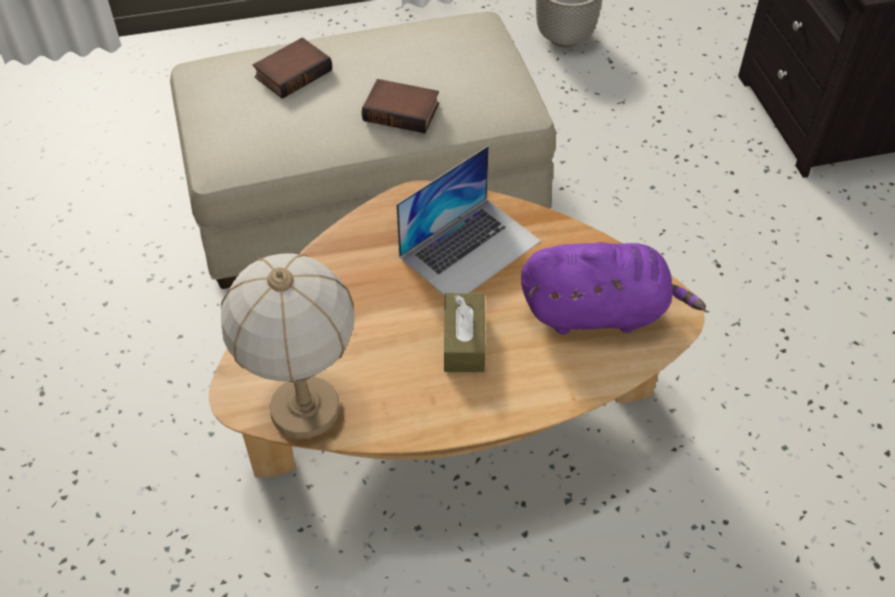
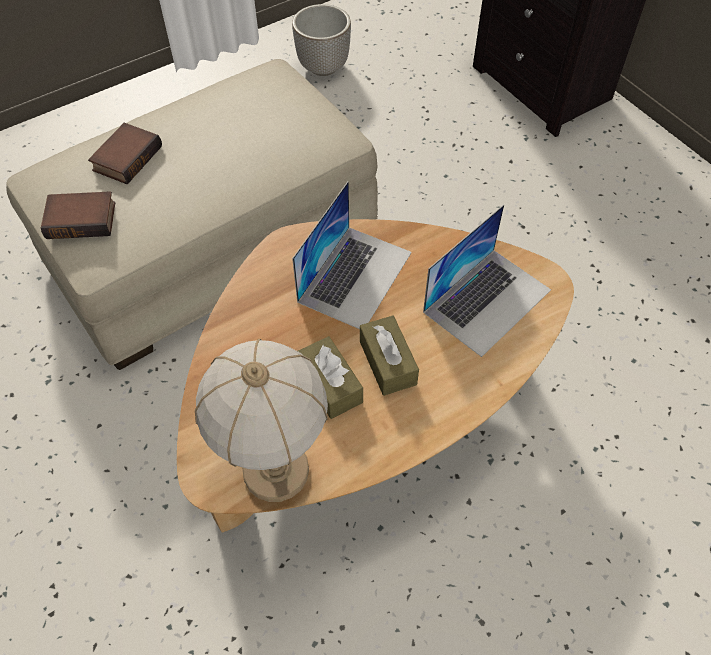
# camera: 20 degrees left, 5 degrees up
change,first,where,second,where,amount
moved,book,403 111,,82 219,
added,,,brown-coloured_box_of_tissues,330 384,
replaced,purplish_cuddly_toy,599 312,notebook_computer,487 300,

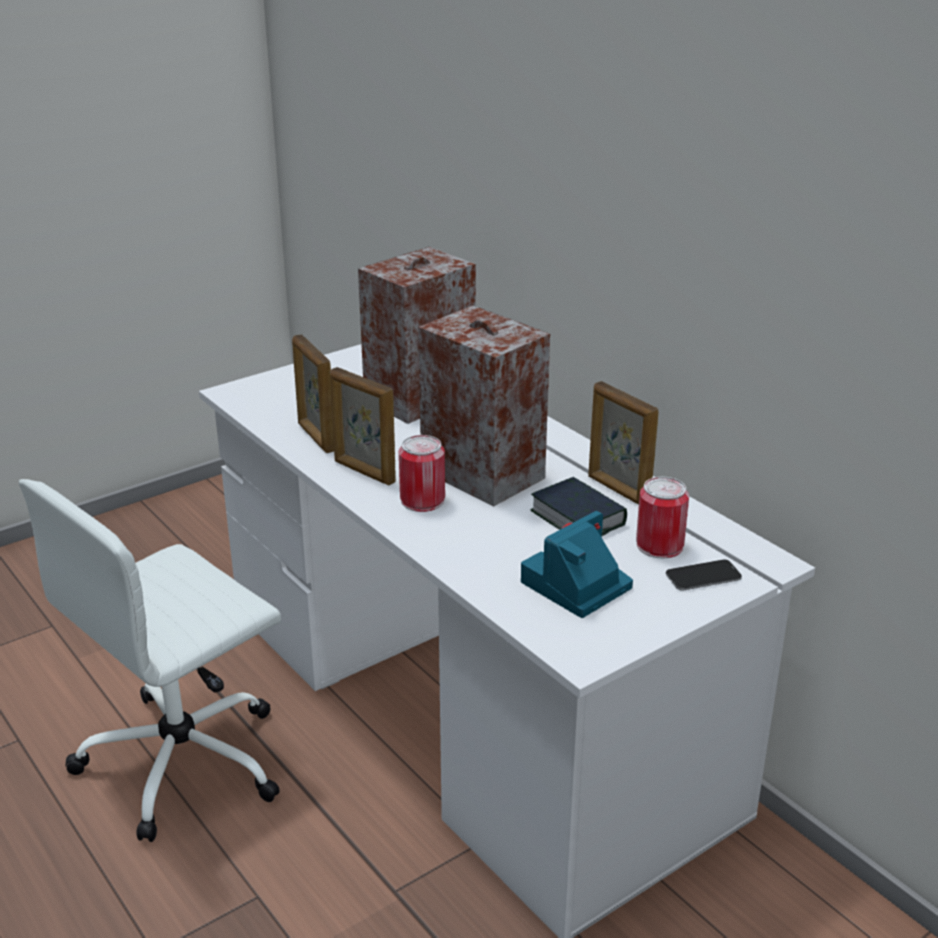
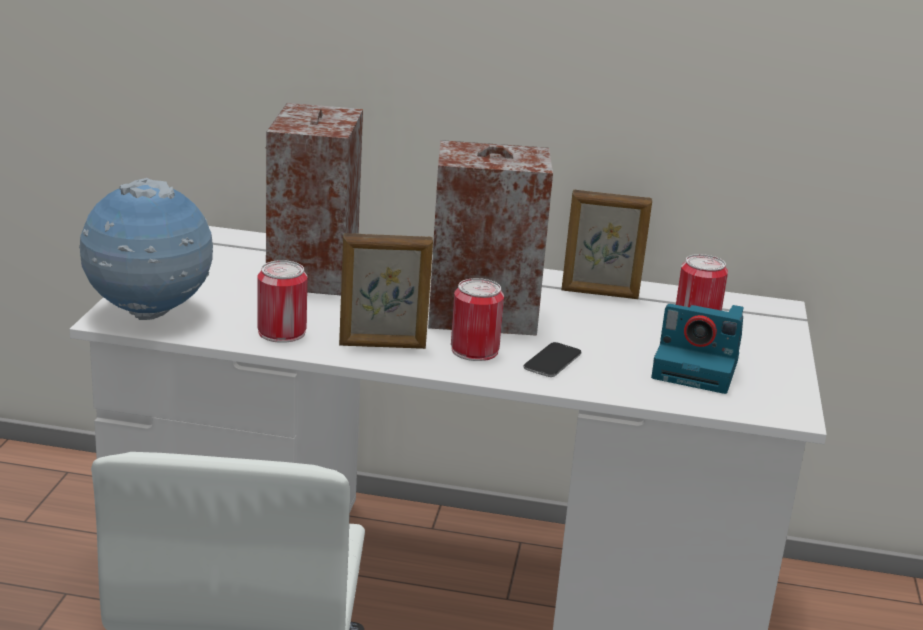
# camera: 45 degrees left, 5 degrees down
change,first,where,second,where,amount
added,,,world_globe,149 314,
replaced,standing_frame,316 437,sealed_can,281 332,
moved,handset,703 577,,552 361,
turned,still_camera,575 586,,698 369,75 degrees counterclockwise
removed,book,577 518,,,

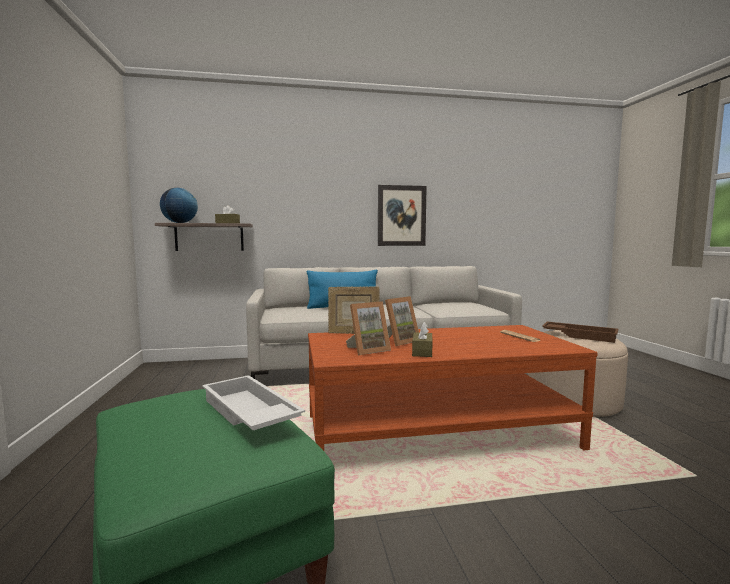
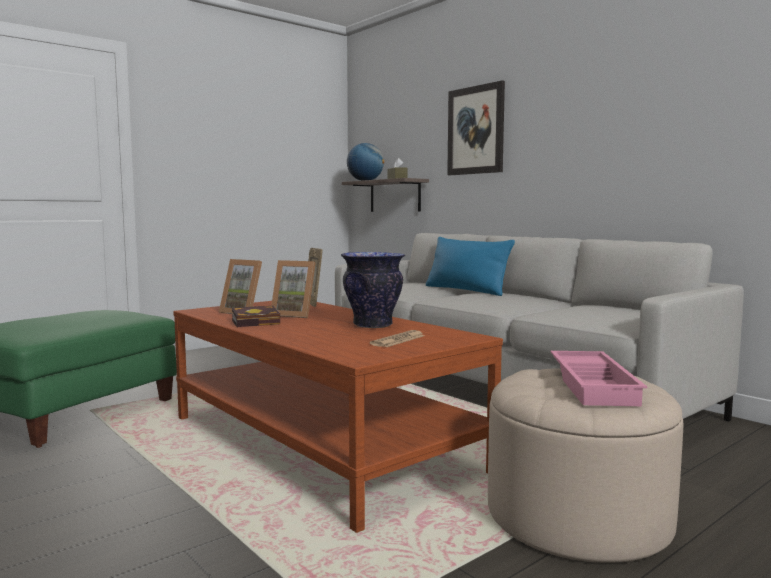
# camera: 60 degrees right, 0 degrees up
change,first,where,second,where,amount
replaced,brown-coloured_box_of_tissues,422 351,book,258 322,
added,,,decorative_vase,373 325,
moved,wall_picture,401 216,,476 130,
recoloured,brown-coloured_serving_tray,579 335,pinkish_serving_tray,595 385,
removed,white-coloured_serving_tray,247 413,,,

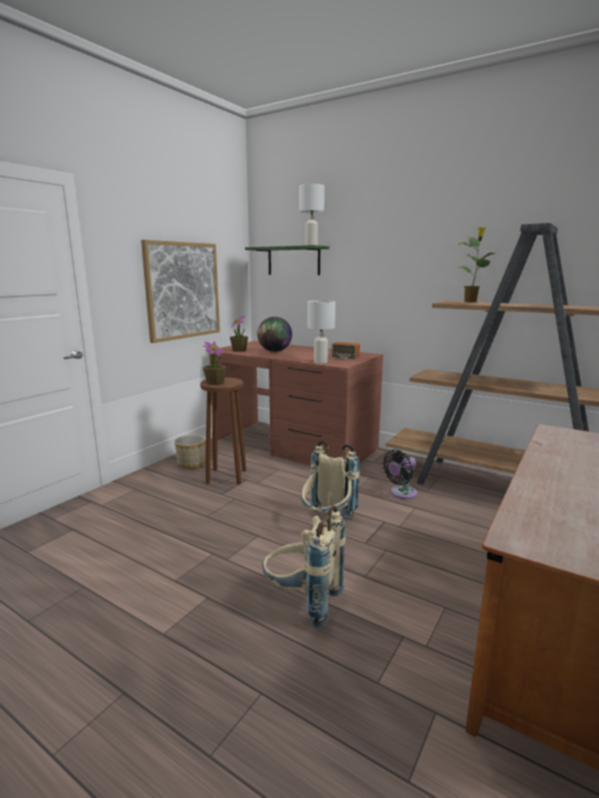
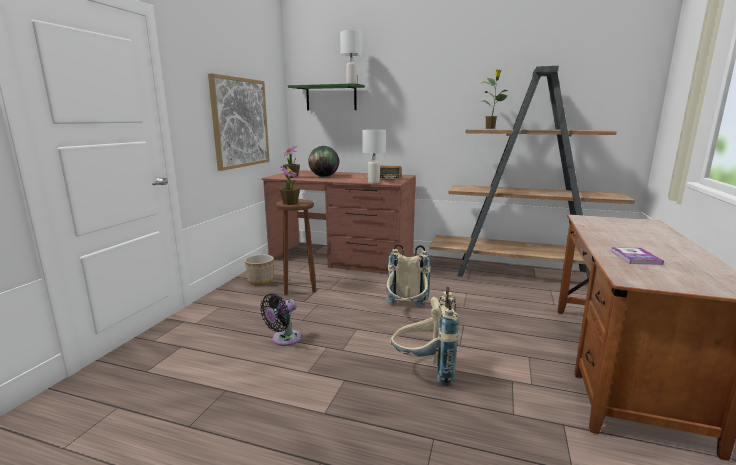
# camera: 15 degrees left, 0 degrees up
change,first,where,second,where,amount
moved,black_cooling_fan,401 493,,284 339,
added,,,book,635 257,

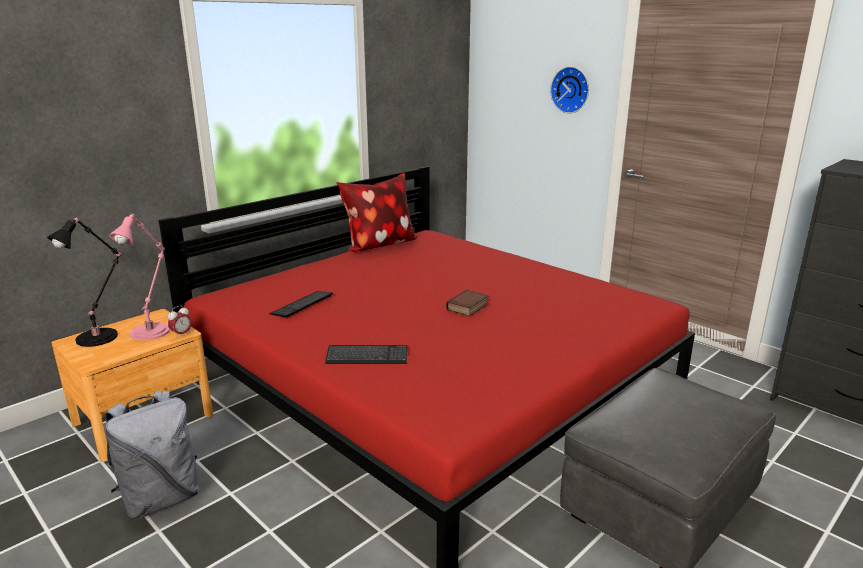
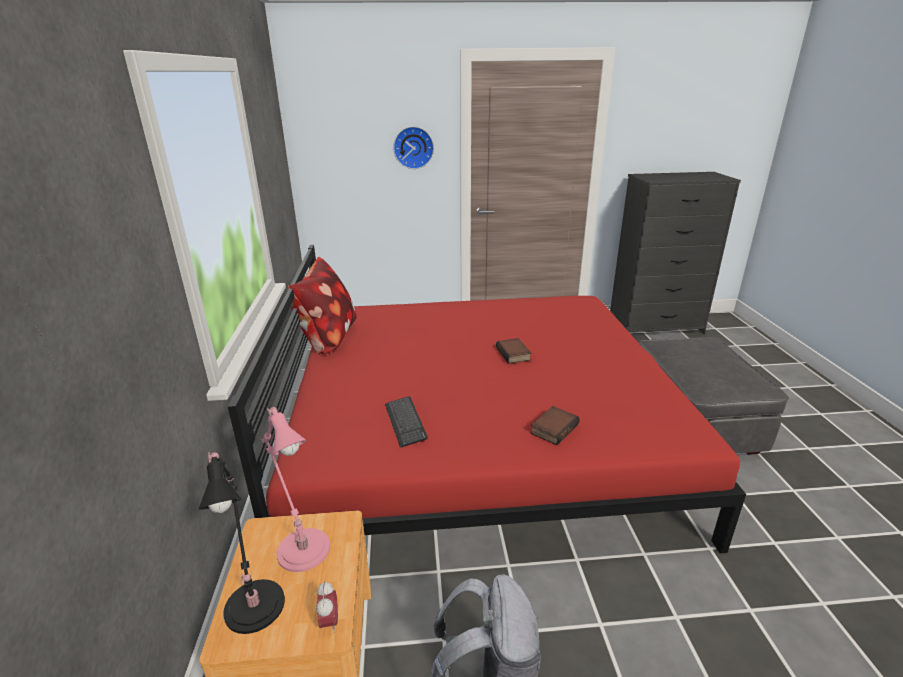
# camera: 50 degrees left, 5 degrees up
change,first,where,second,where,amount
moved,alarm_clock,181 334,,329 622,
replaced,computer_keyboard,367 356,book,553 428,

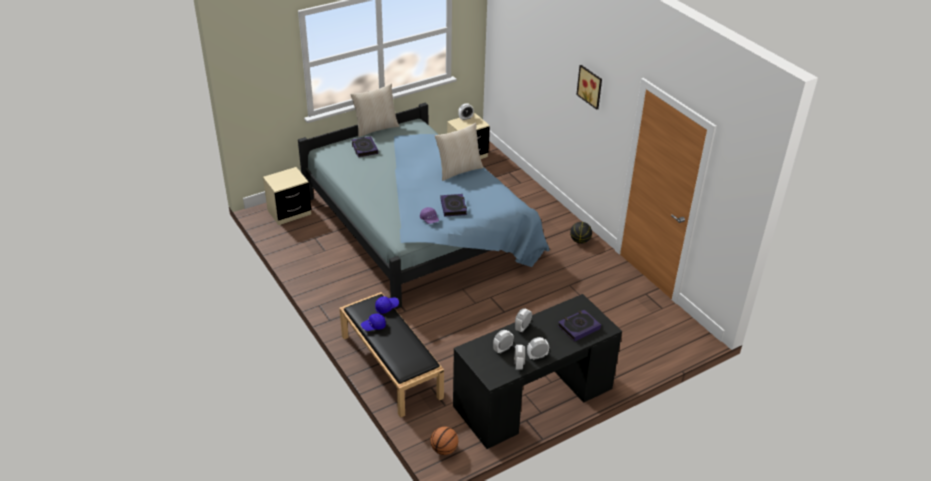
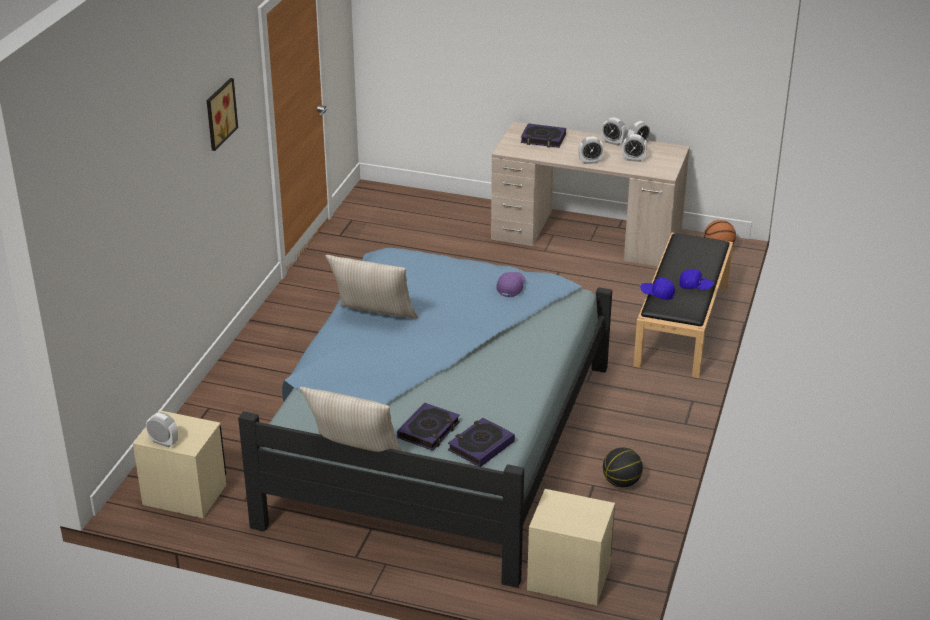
# camera: 130 degrees left, 5 degrees down
change,first,where,second,where,amount
moved,book,453 207,,481 446,
recoloured,black_desk_unit,532 397,beige-coloured_desk_unit,587 235,
moved,basketball_ball,580 241,,621 482,

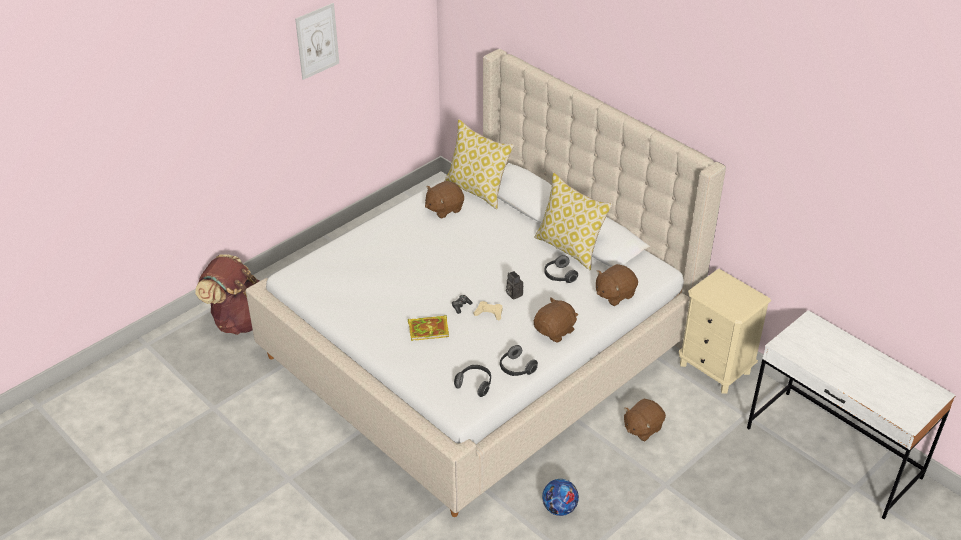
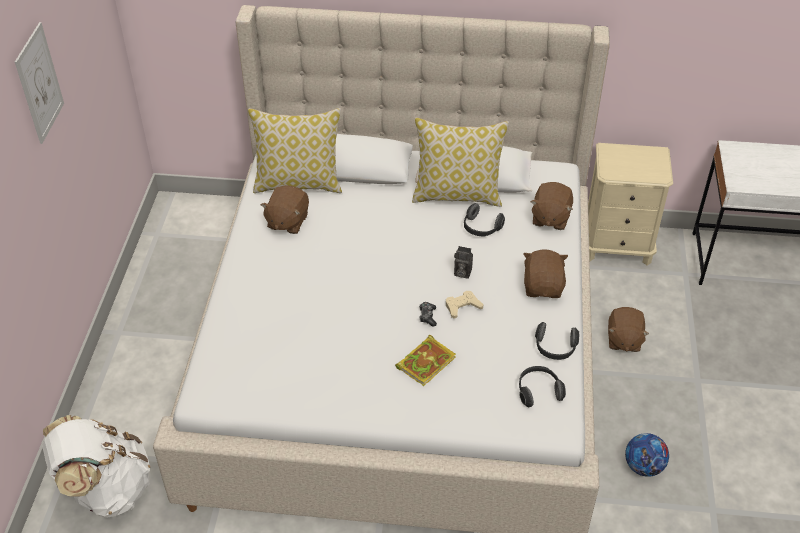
# camera: 40 degrees left, 5 degrees up
change,first,where,second,where,amount
recoloured,brown-coloured_knapsack,240 320,white-coloured_knapsack,107 489,

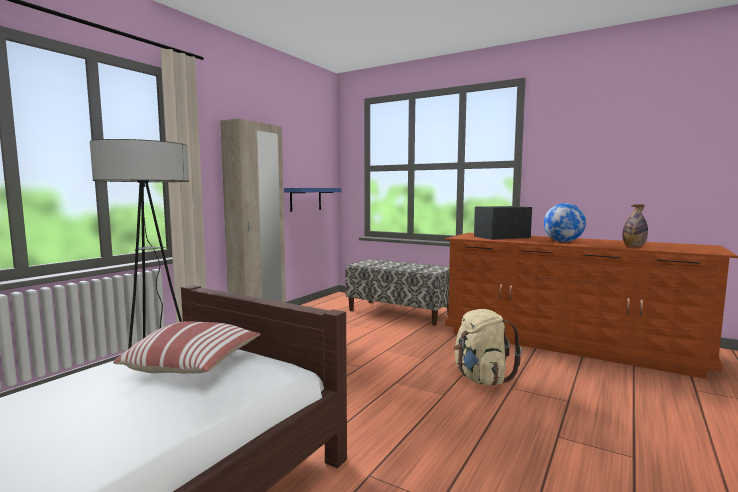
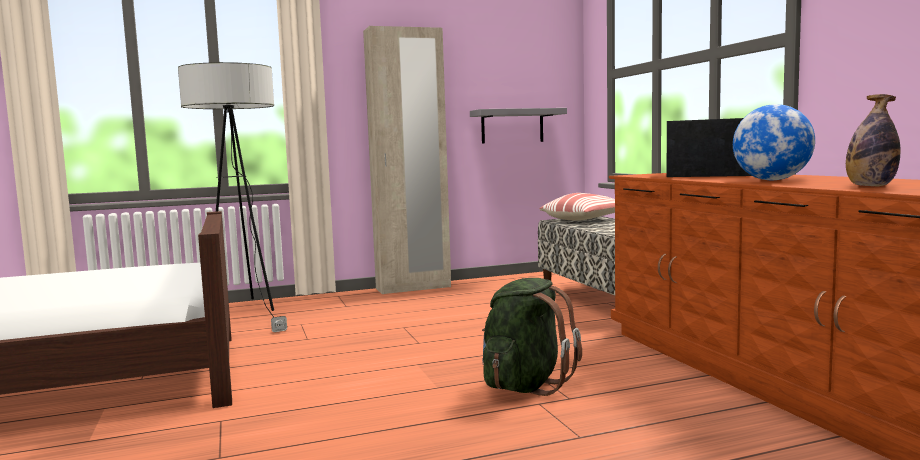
# camera: 40 degrees right, 0 degrees up
change,first,where,second,where,amount
recoloured,blue-coloured_wall_shelf,305 199,greyish_wall_shelf,512 126,
recoloured,beige-coloured_knapsack,481 378,greenish_knapsack,525 385,
moved,pillow,194 365,,585 220,

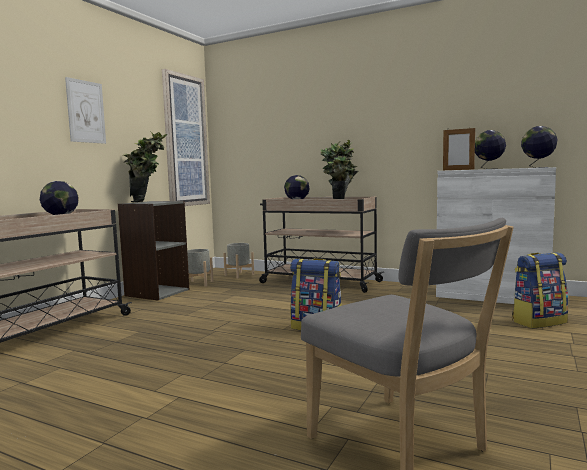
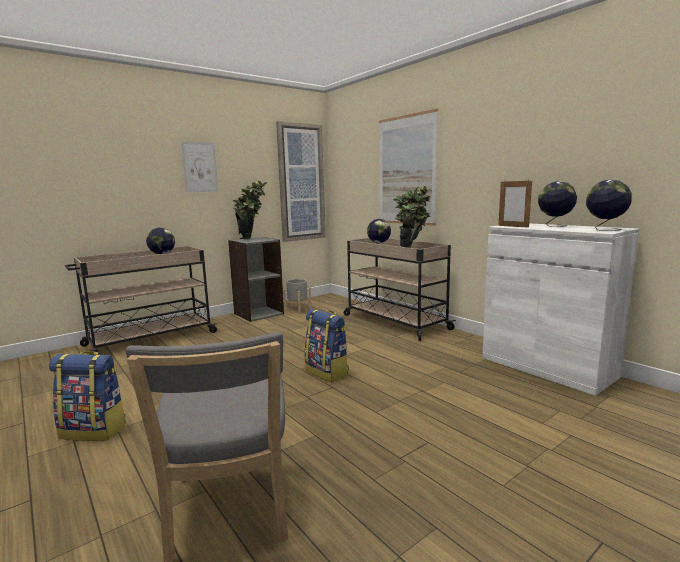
# camera: 25 degrees right, 5 degrees up
change,first,where,second,where,amount
moved,knapsack,538 322,,94 430,
added,,,wall_picture,406 170,
removed,greyish_flower_pot,239 275,,,

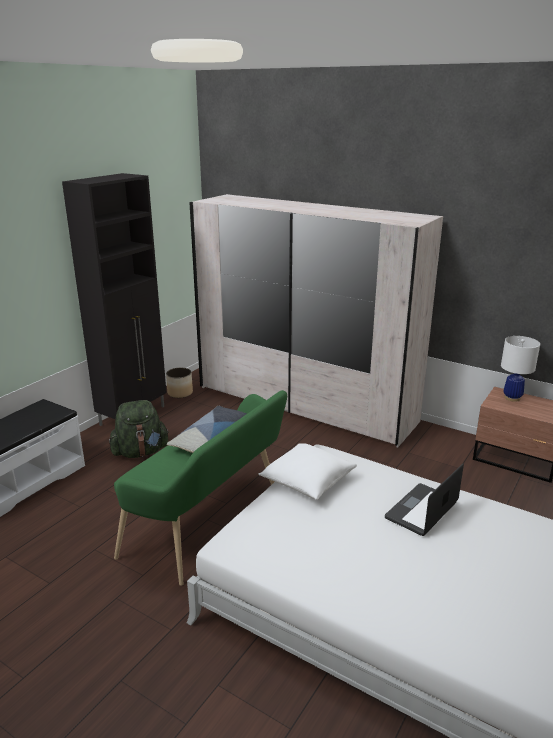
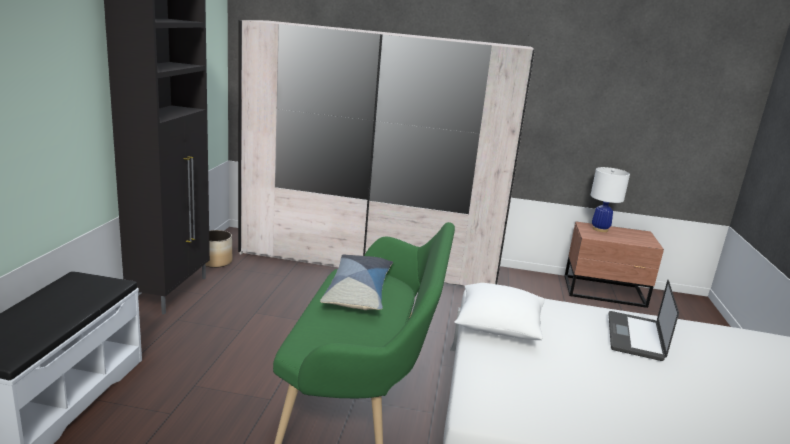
# camera: 25 degrees left, 5 degrees down
change,first,where,second,where,amount
removed,greenish_knapsack,140 452,,,

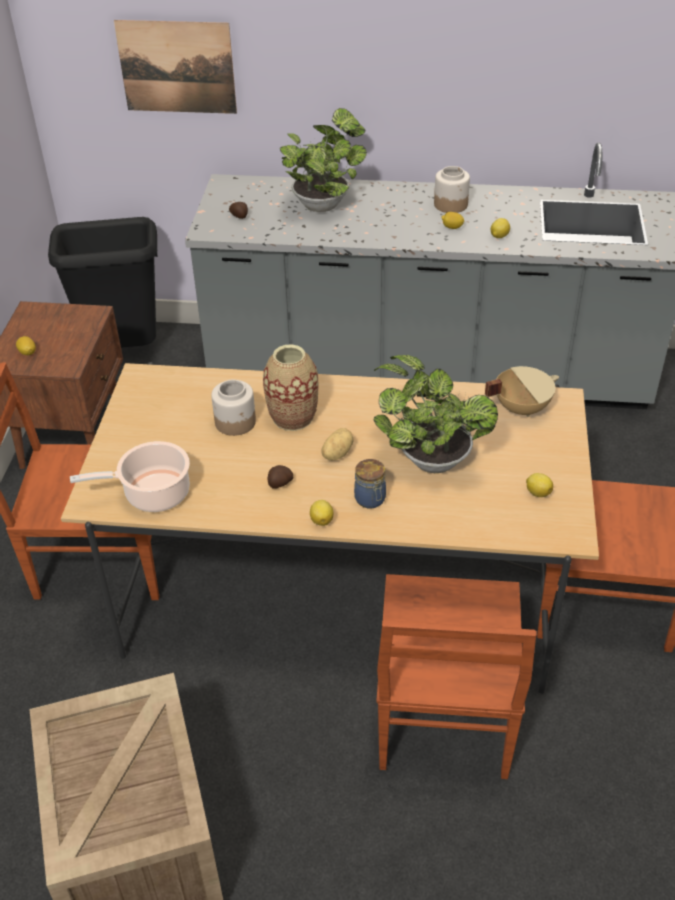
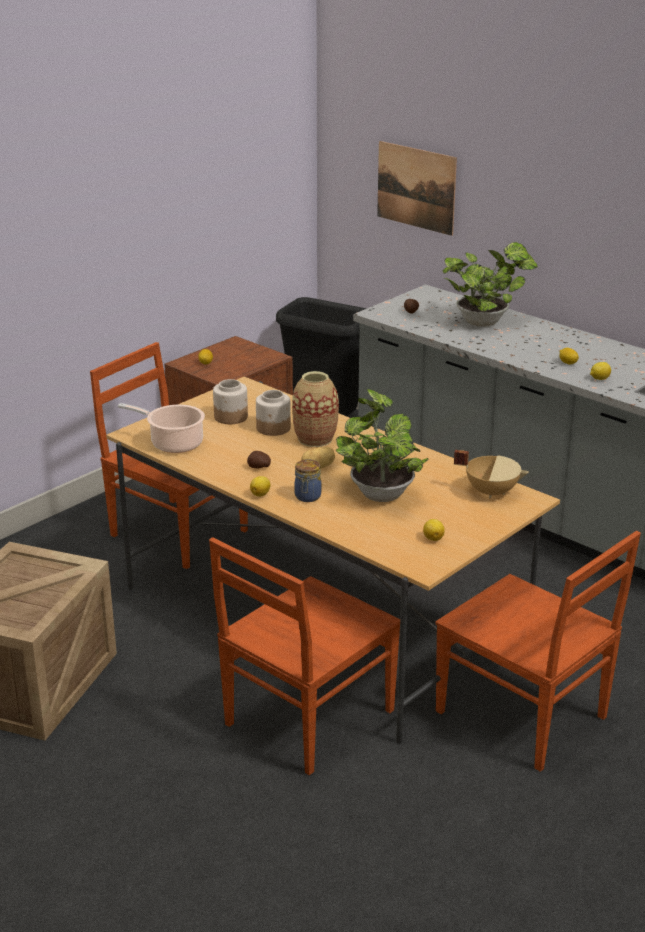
# camera: 35 degrees right, 15 degrees down
change,first,where,second,where,amount
moved,preserve_jar,451 204,,231 417,

